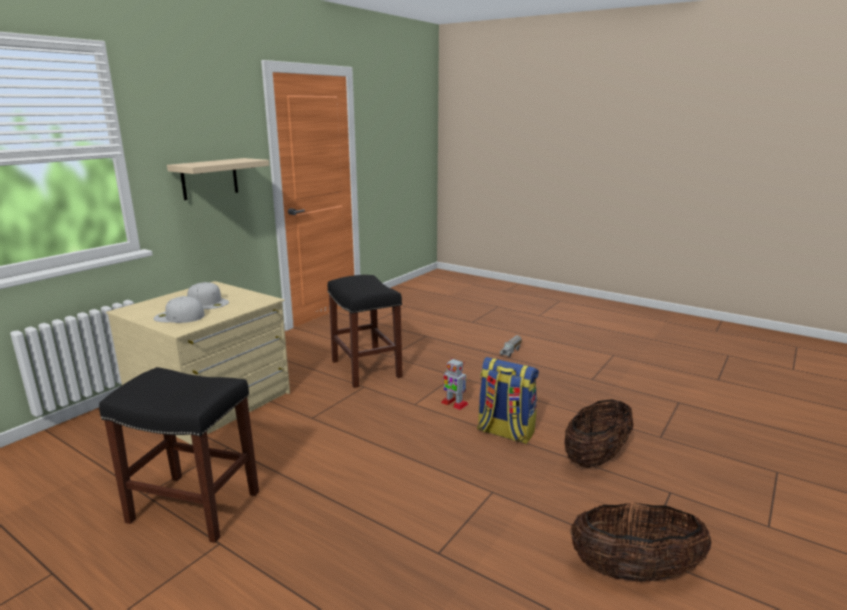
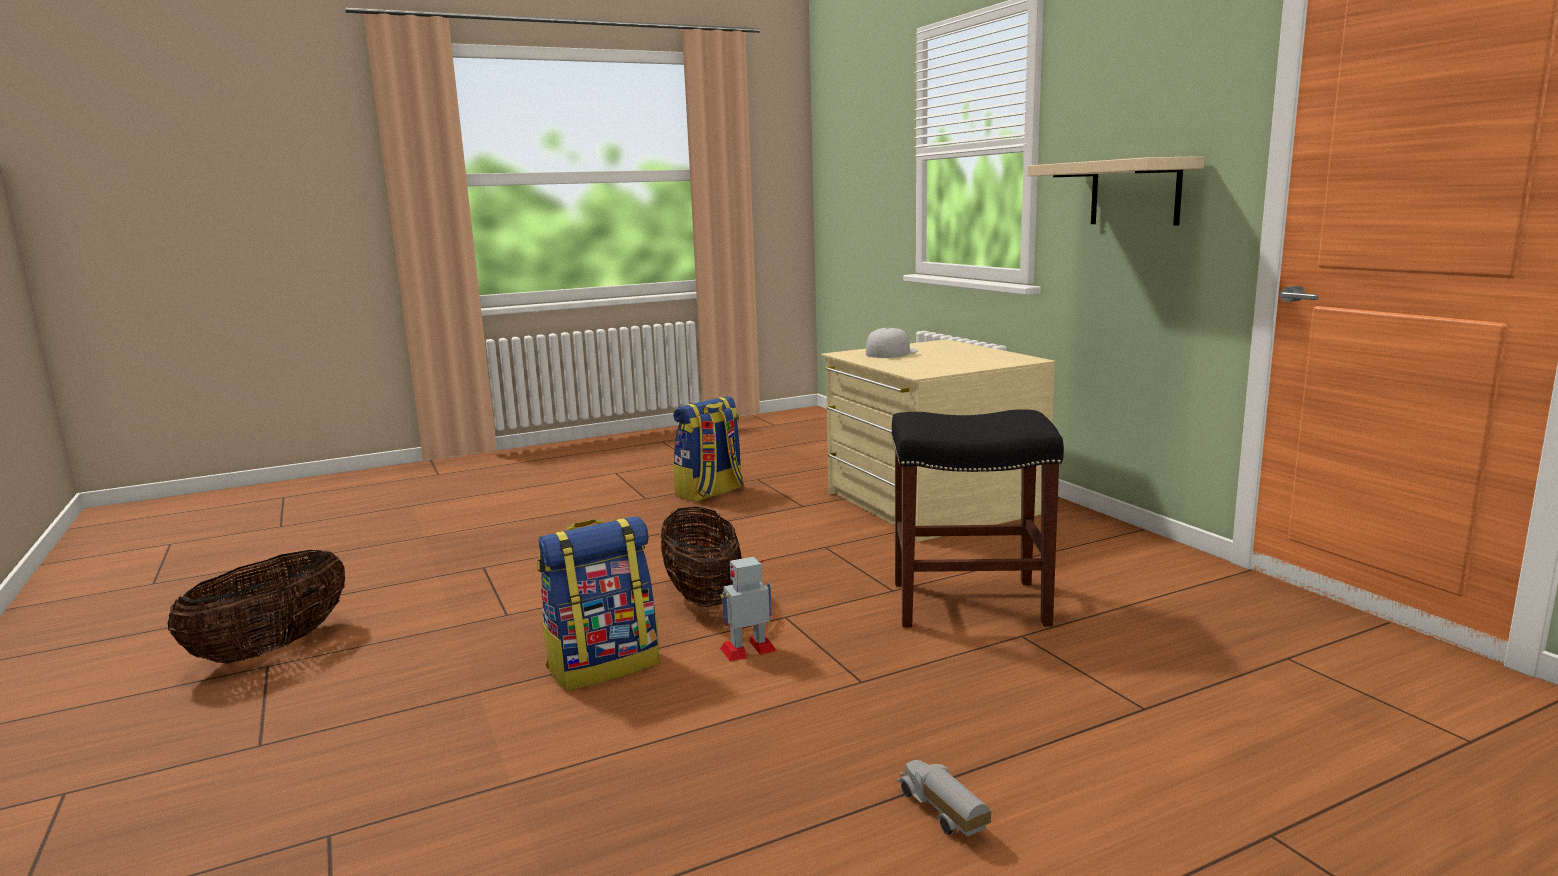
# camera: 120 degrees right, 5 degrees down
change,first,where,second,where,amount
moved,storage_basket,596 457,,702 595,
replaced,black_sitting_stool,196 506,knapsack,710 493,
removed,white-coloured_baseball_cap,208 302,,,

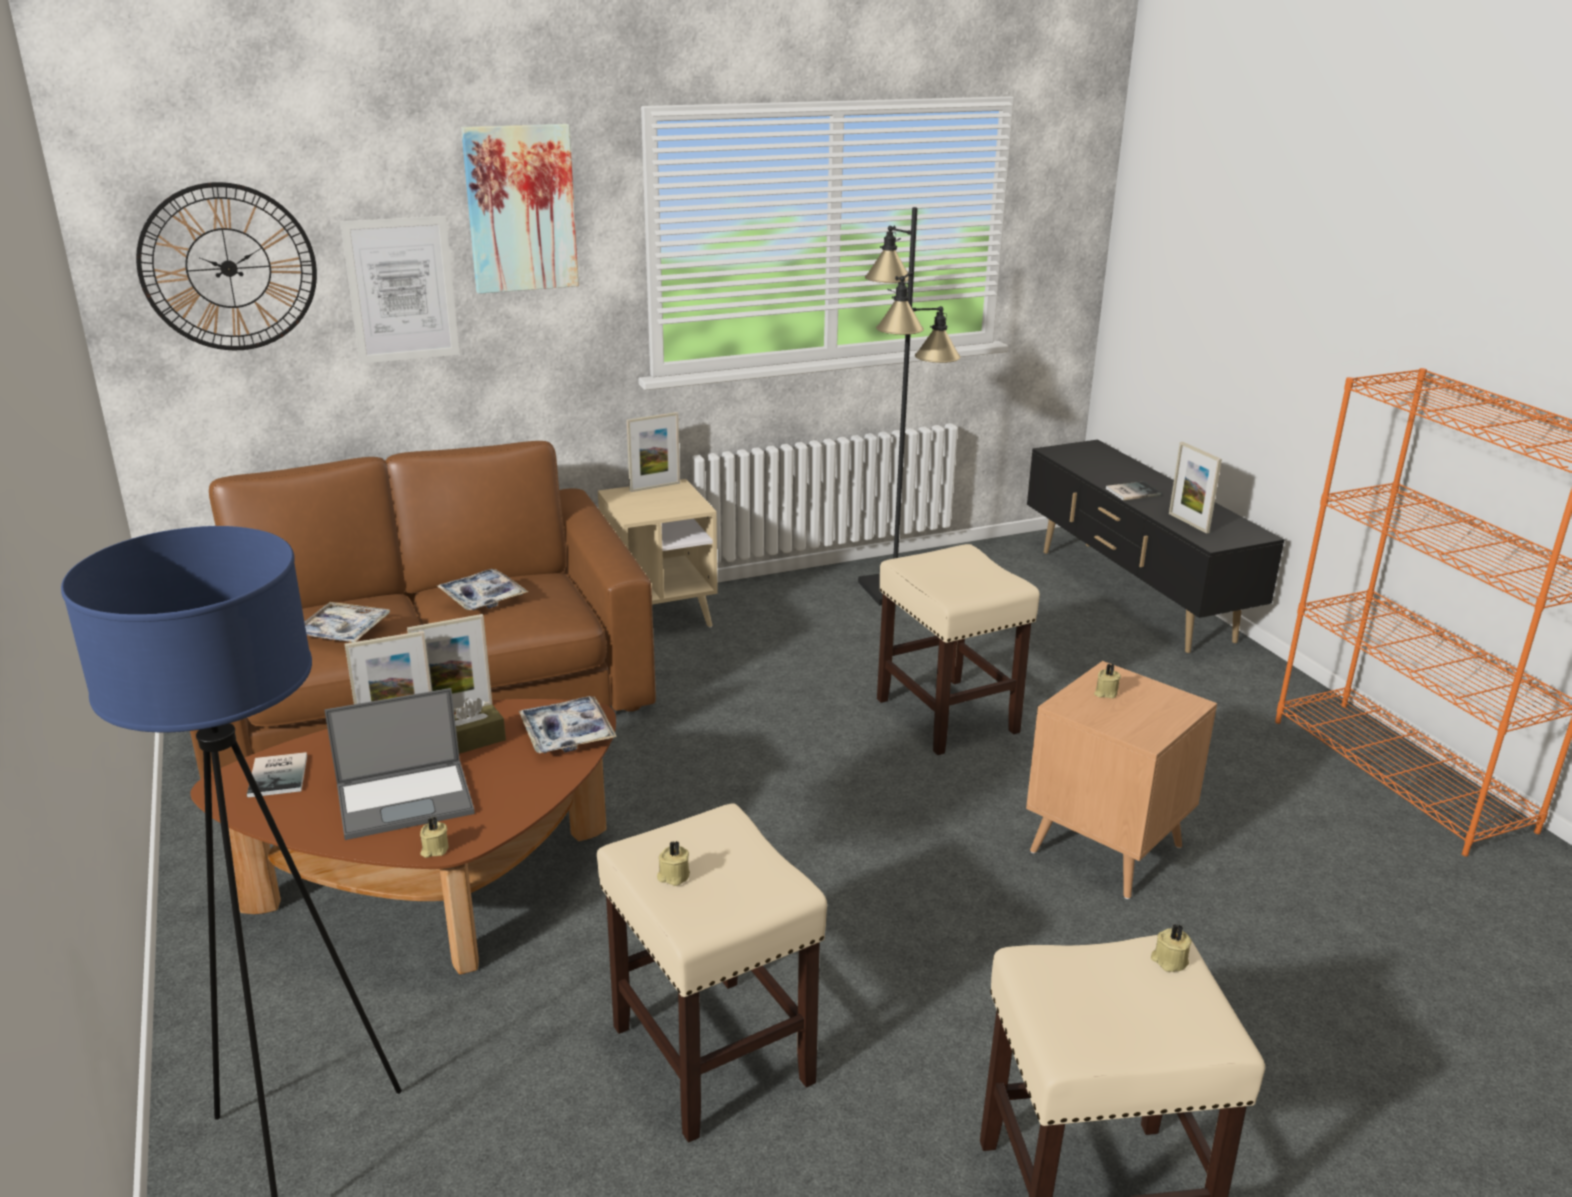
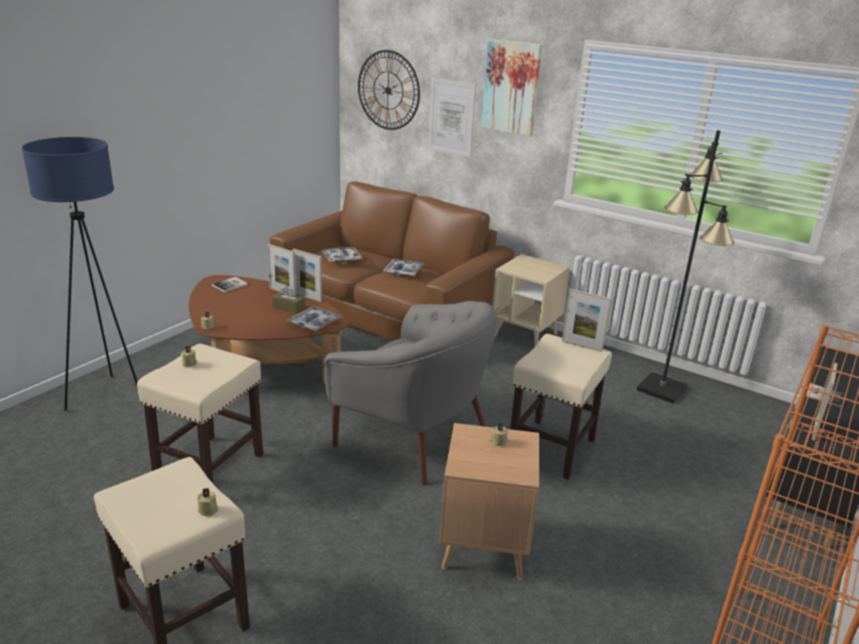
# camera: 55 degrees right, 0 degrees up
change,first,where,second,where,amount
added,,,greyish_easy_chair,413 436,
moved,standing_frame,655 487,,582 346,
removed,notebook_computer,406 799,,,

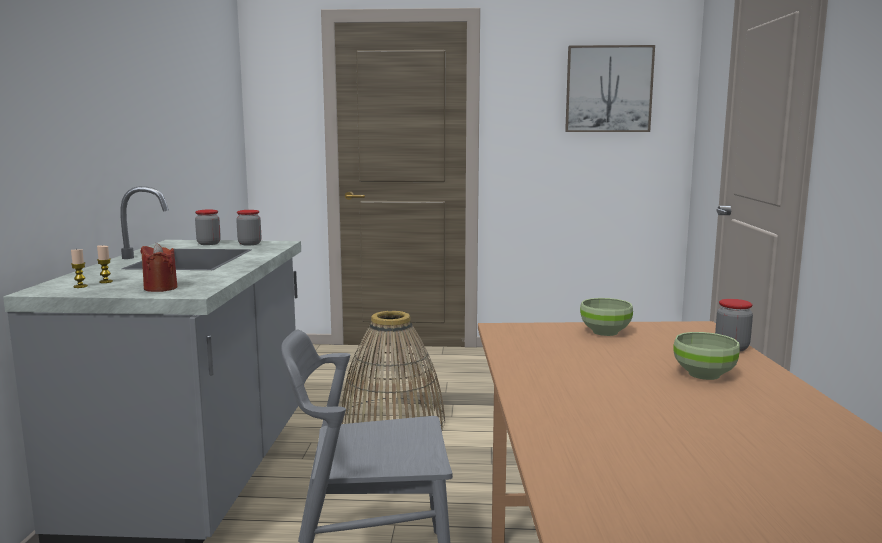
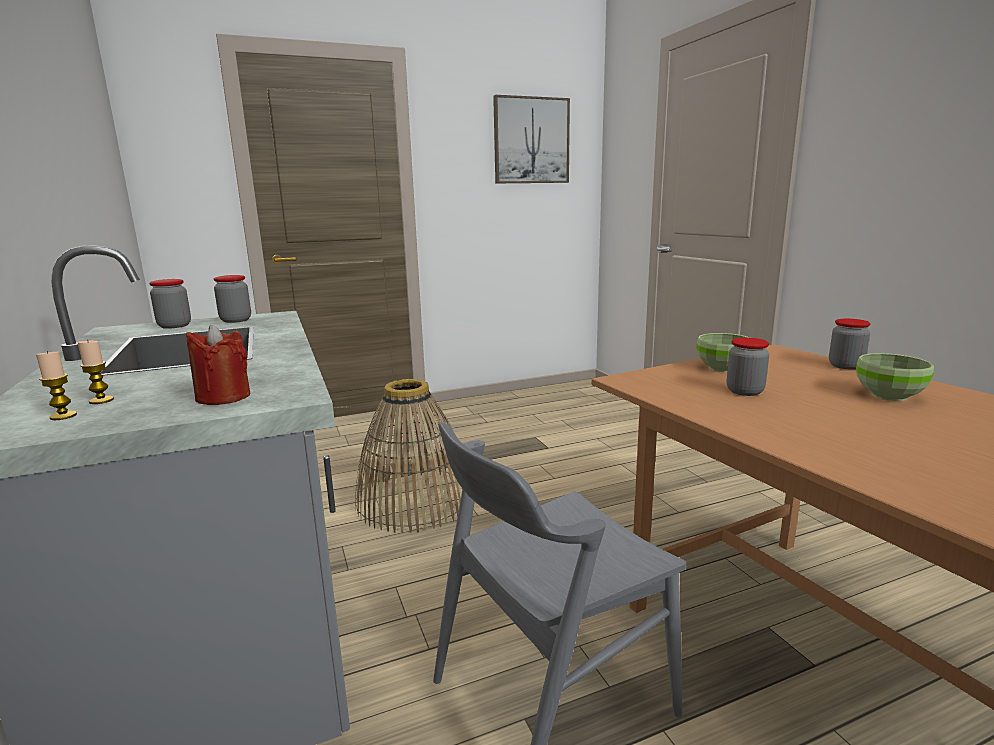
# camera: 25 degrees left, 5 degrees up
change,first,where,second,where,amount
added,,,preserve_jar,744 391,

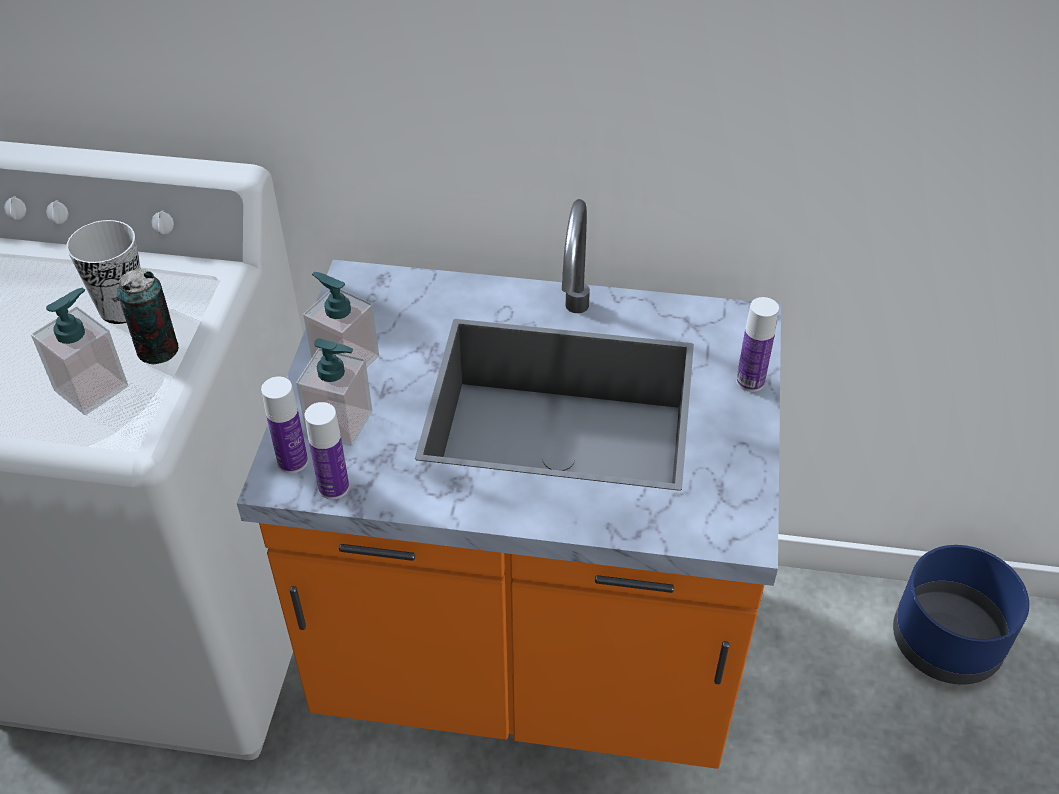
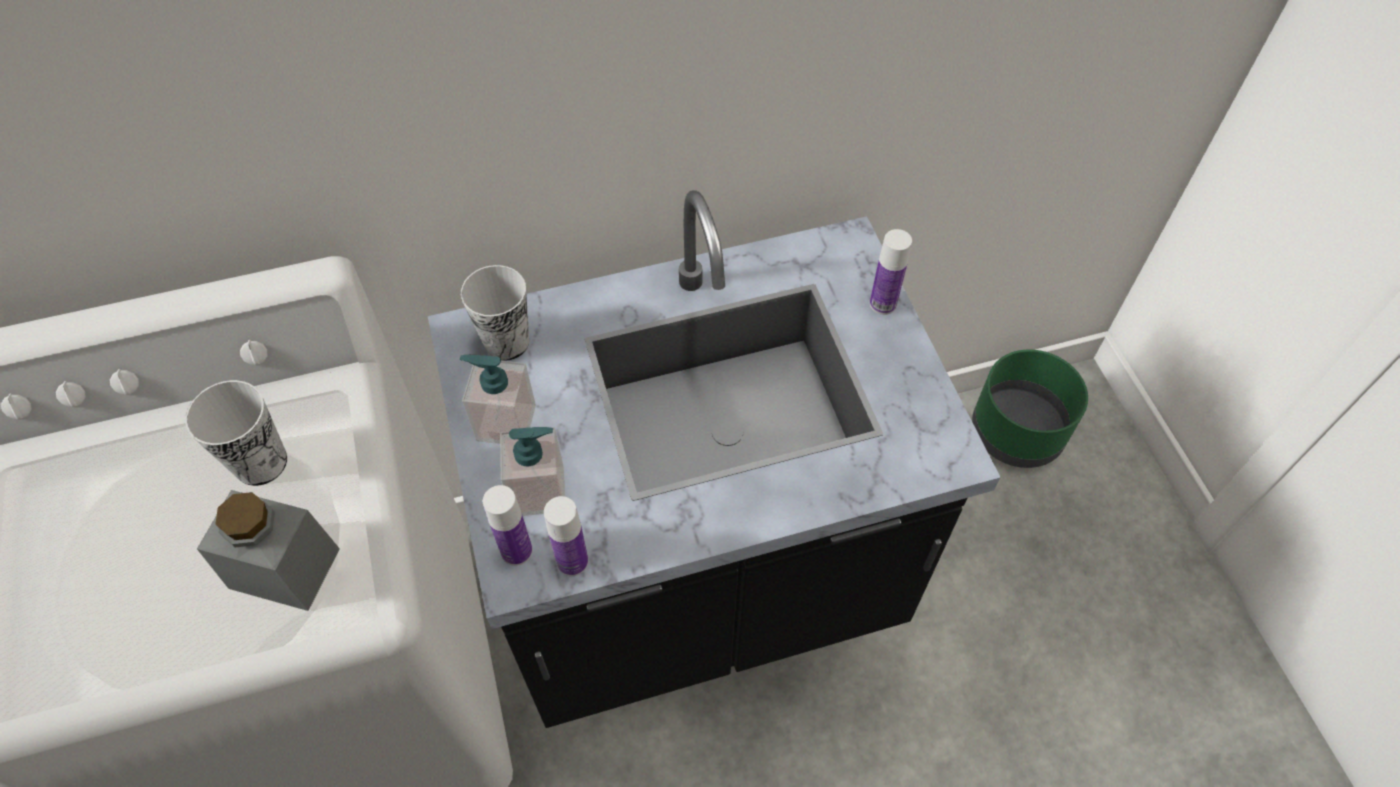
# camera: 25 degrees left, 10 degrees up
change,first,where,second,where,amount
replaced,soap_bottle,92 388,greyish_preserve_jar,284 568,
recoloured,orange-coloured_kitchen_base_unit,529 657,black_kitchen_base_unit,700 586,
added,,,drinking_cup,506 342,
recoloured,blue-coloured_flower_pot,947 641,greenish_flower_pot,1018 431,
removed,sealed_can,158 350,,,

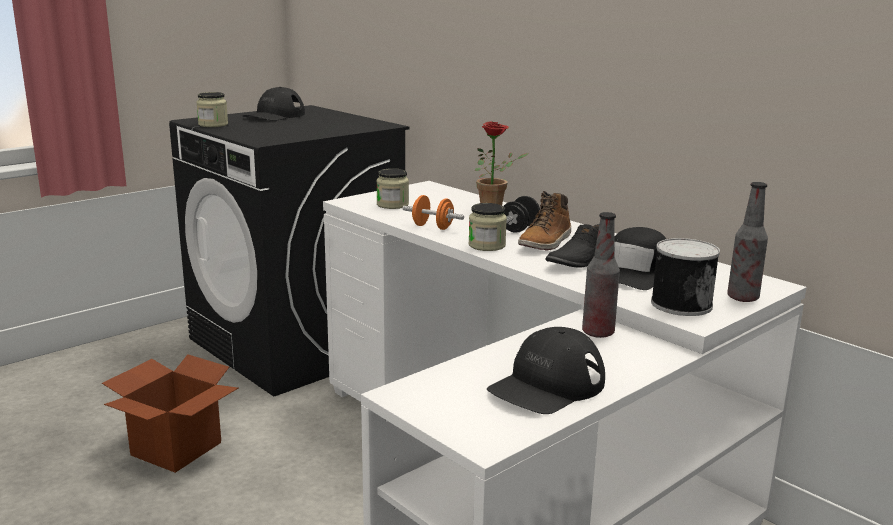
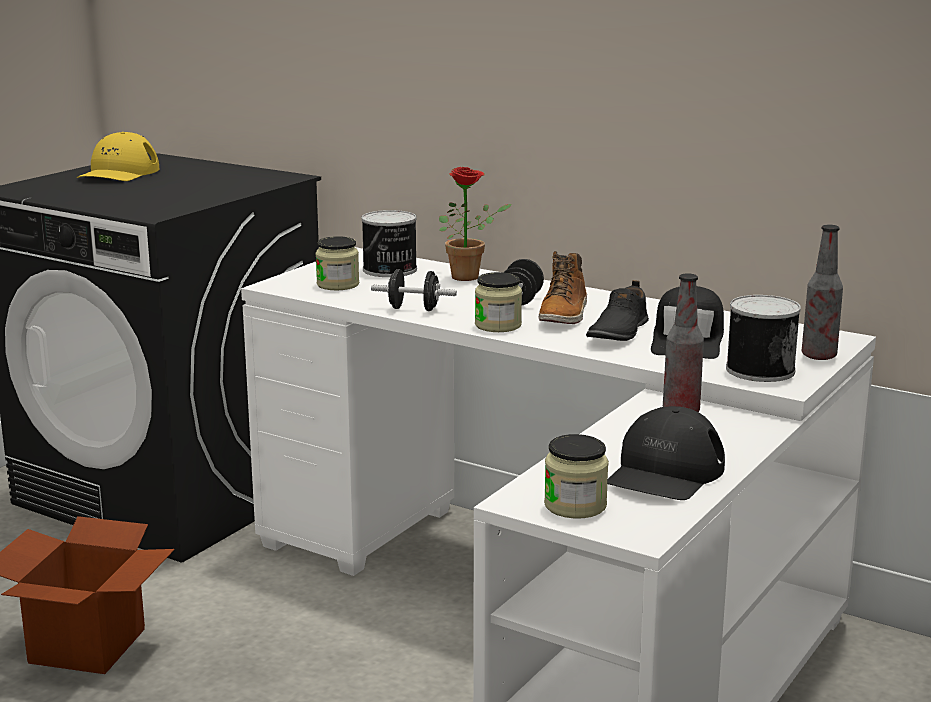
# camera: 15 degrees left, 0 degrees up
change,first,where,second,where,amount
recoloured,black_baseball_cap,274 116,yellow-coloured_baseball_cap,119 173,
added,,,sealed_can,390 270,
recoloured,orange-coloured_dumbbell,432 227,black_dumbbell,414 309,
moved,preserve_jar,213 125,,575 505,

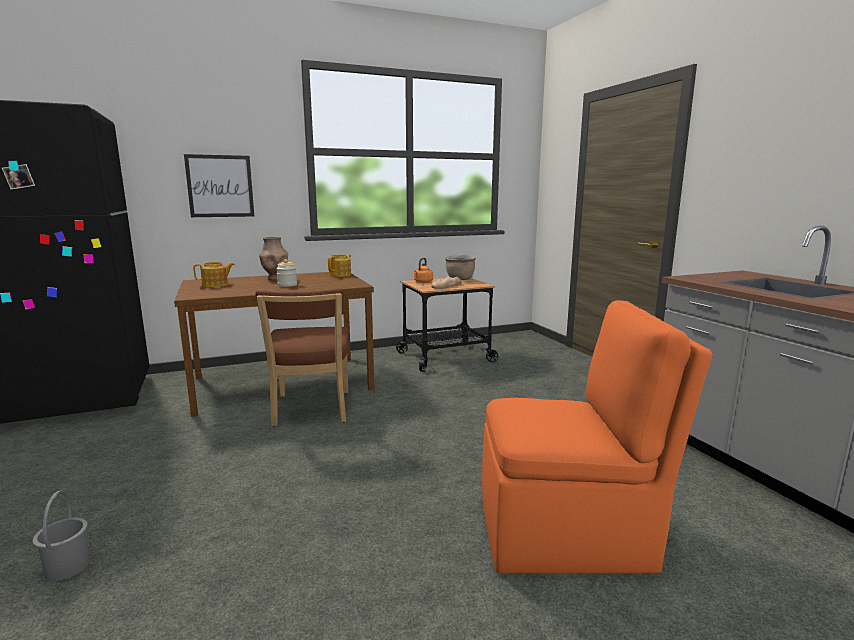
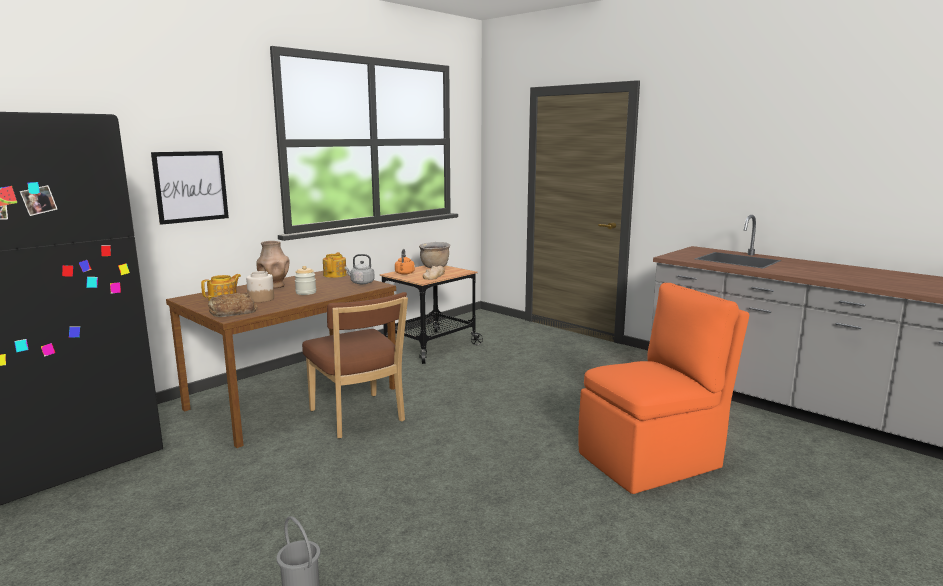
# camera: 25 degrees left, 0 degrees up
change,first,where,second,where,amount
added,,,baked_bread,232 311,
added,,,preserve_jar,261 299,
added,,,greyish_kettle,361 283,

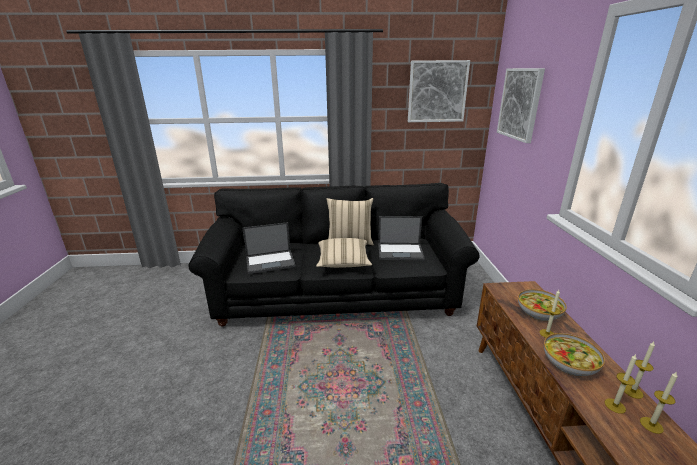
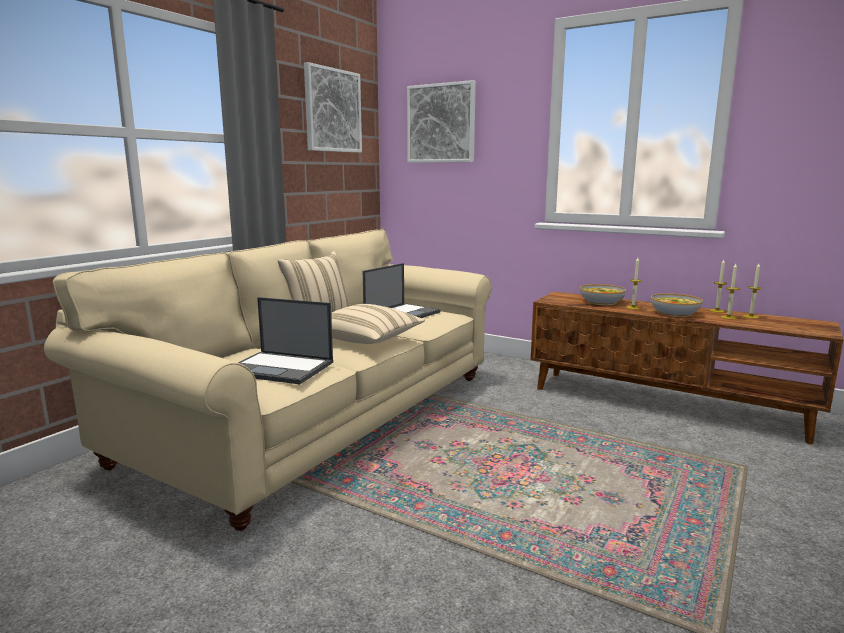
# camera: 55 degrees left, 10 degrees down
change,first,where,second,where,amount
recoloured,black_couch,336 291,beige-coloured_couch,321 416,
turned,notebook_computer,271 262,,281 368,90 degrees clockwise

